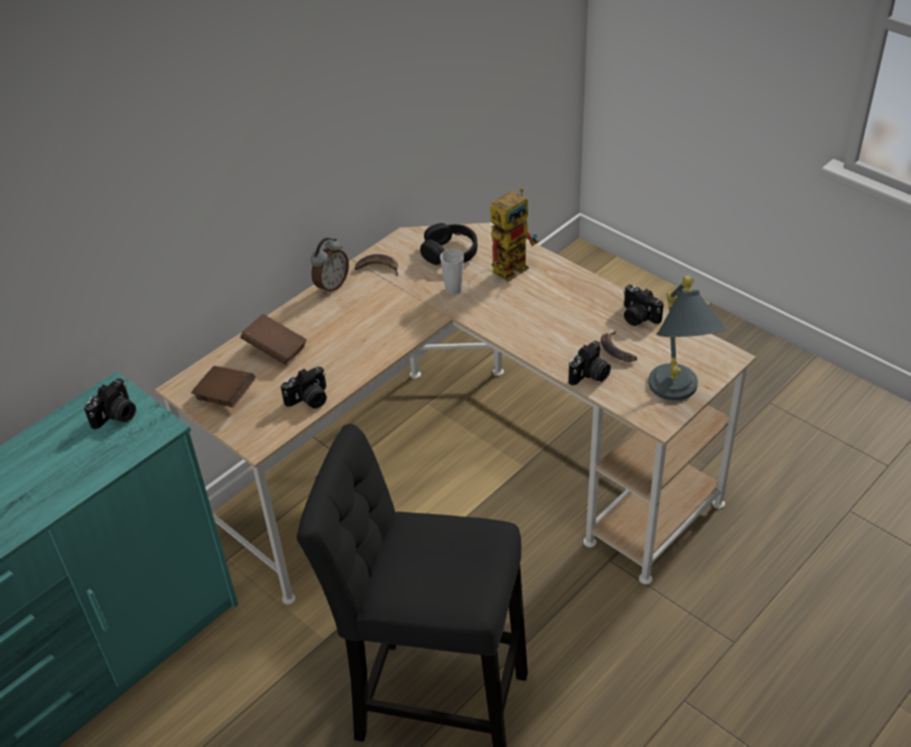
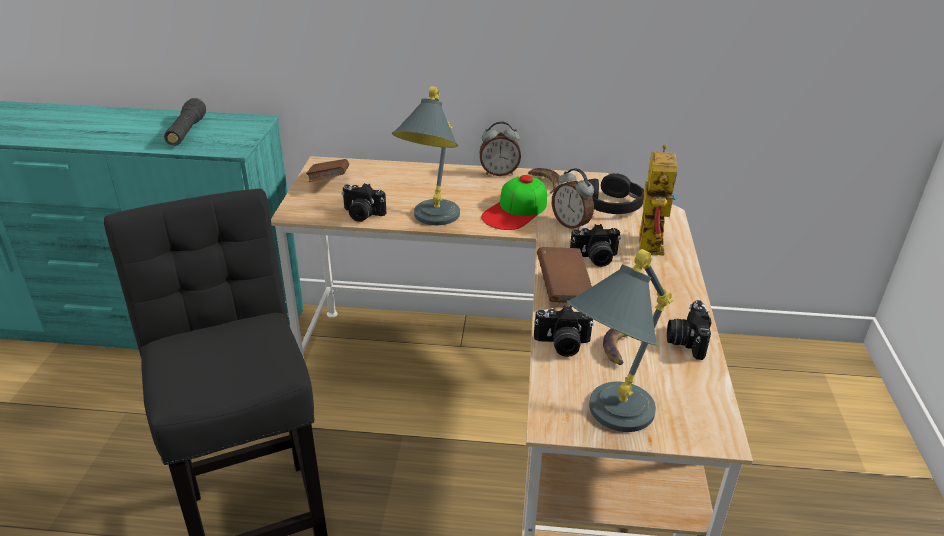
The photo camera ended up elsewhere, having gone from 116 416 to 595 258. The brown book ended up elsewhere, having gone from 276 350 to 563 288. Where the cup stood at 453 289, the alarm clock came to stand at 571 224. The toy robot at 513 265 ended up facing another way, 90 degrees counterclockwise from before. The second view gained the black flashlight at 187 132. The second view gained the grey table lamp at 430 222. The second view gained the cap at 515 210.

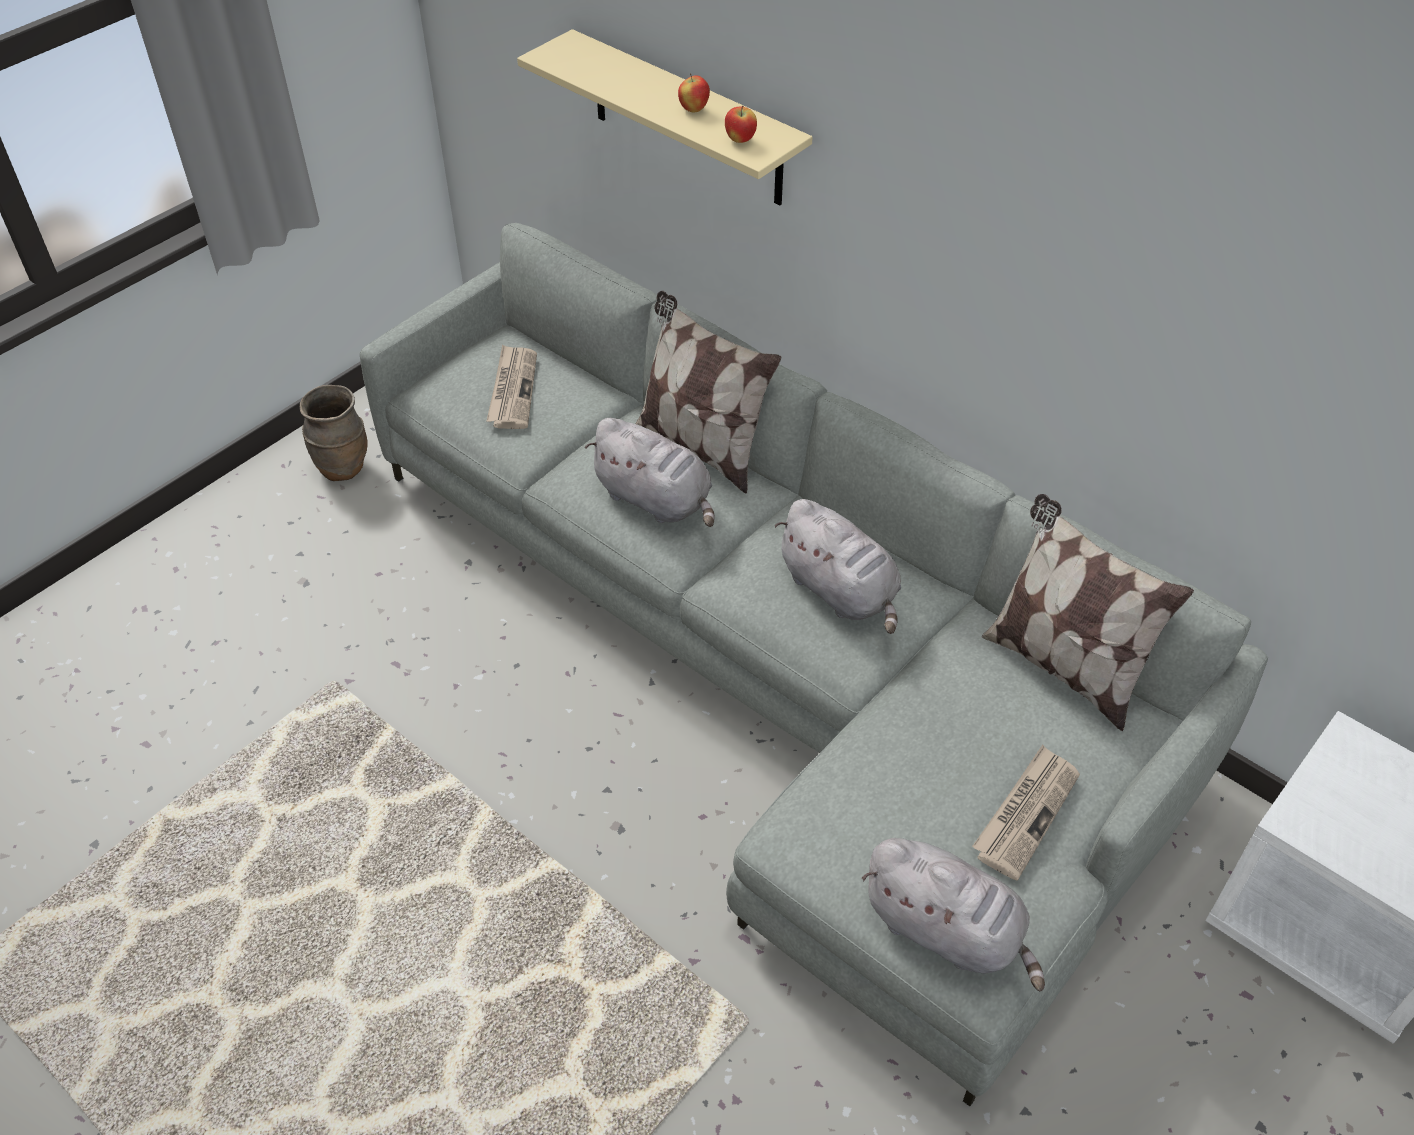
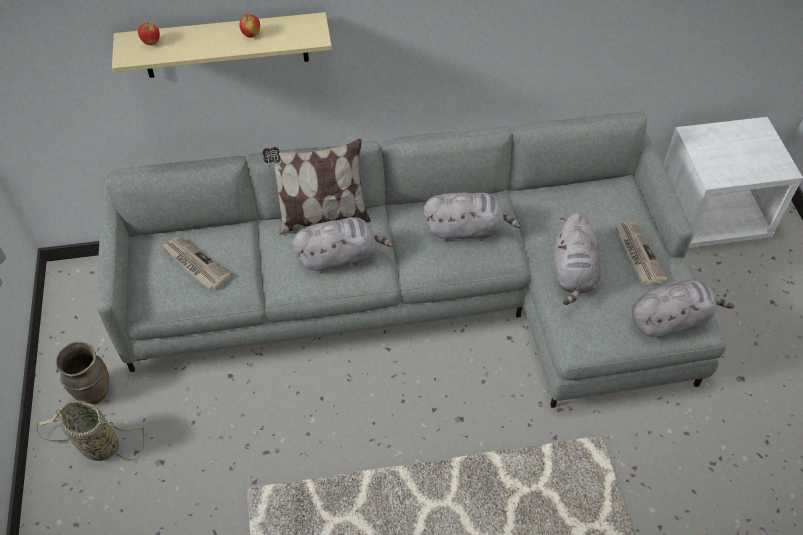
The apple ended up elsewhere, having gone from 740 140 to 151 43. The second view lost the pillow at 1063 666. The second view gained the basket at 96 445. The second view gained the grey plush toy at 573 273.

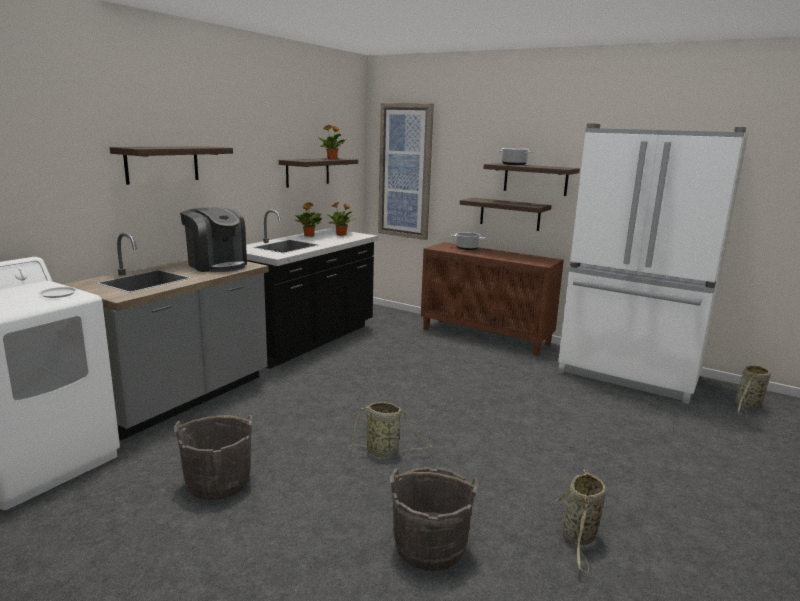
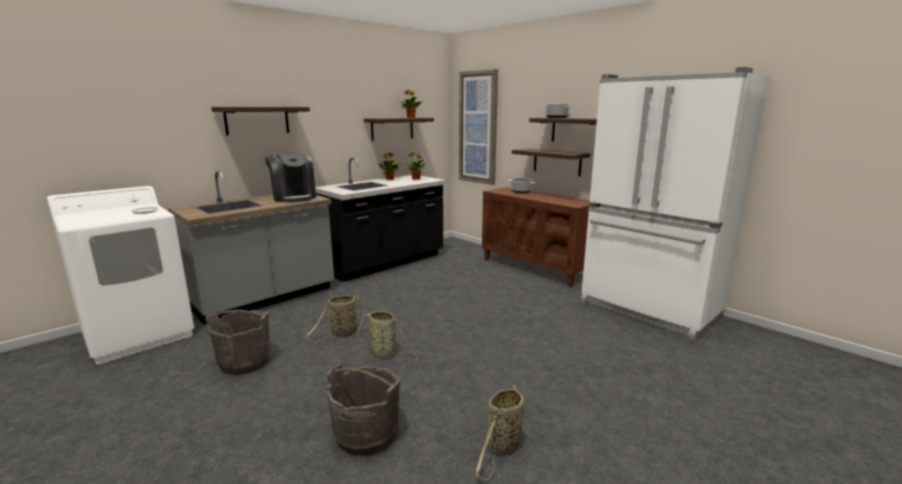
The basket ended up elsewhere, having gone from 747 407 to 342 334.

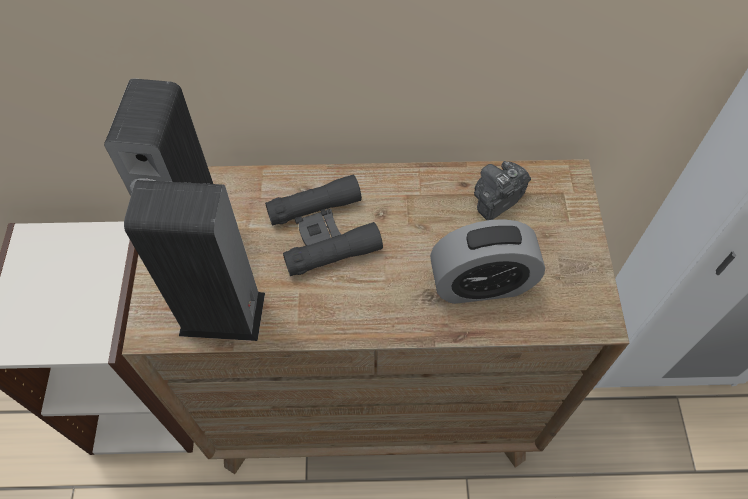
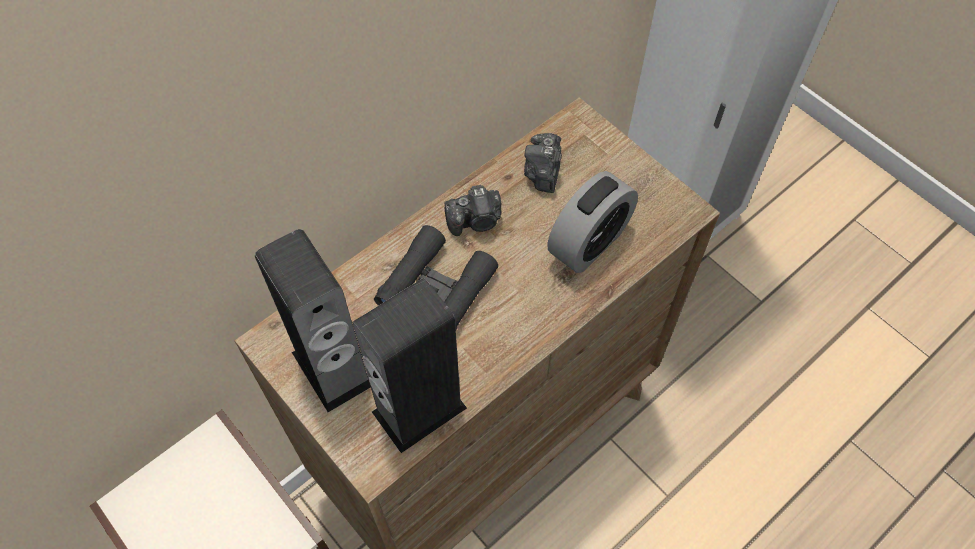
The second view gained the photo camera at 476 221.

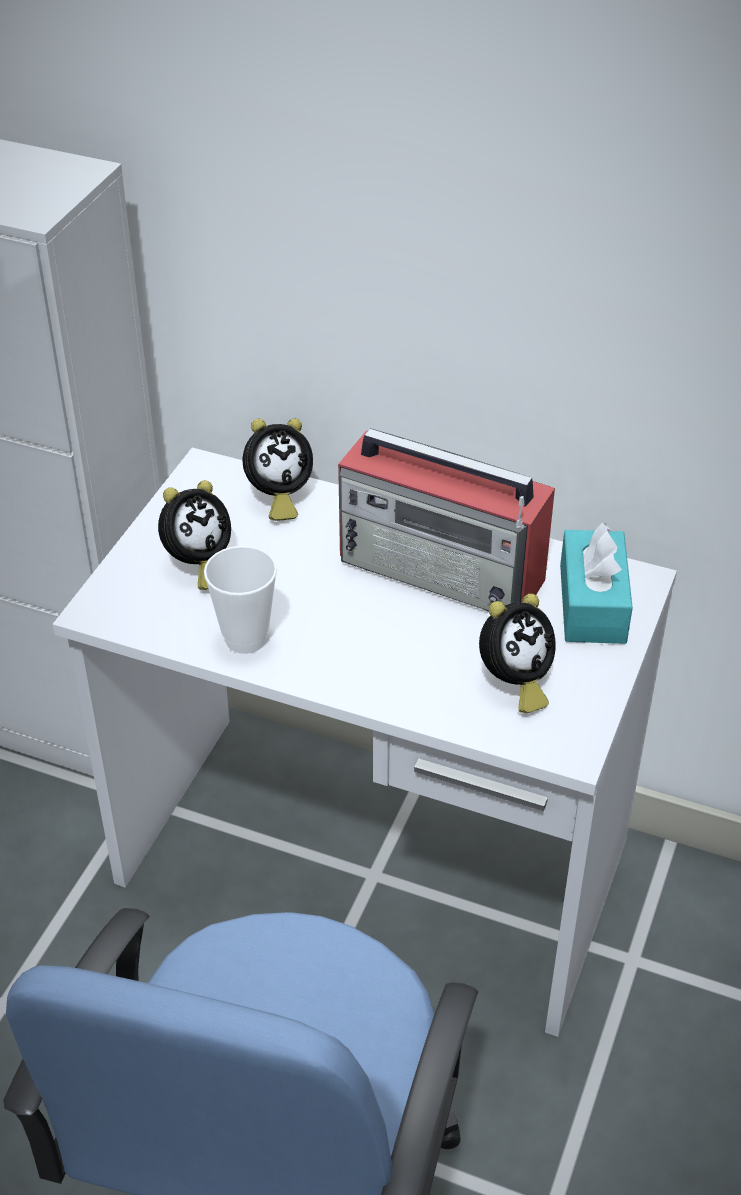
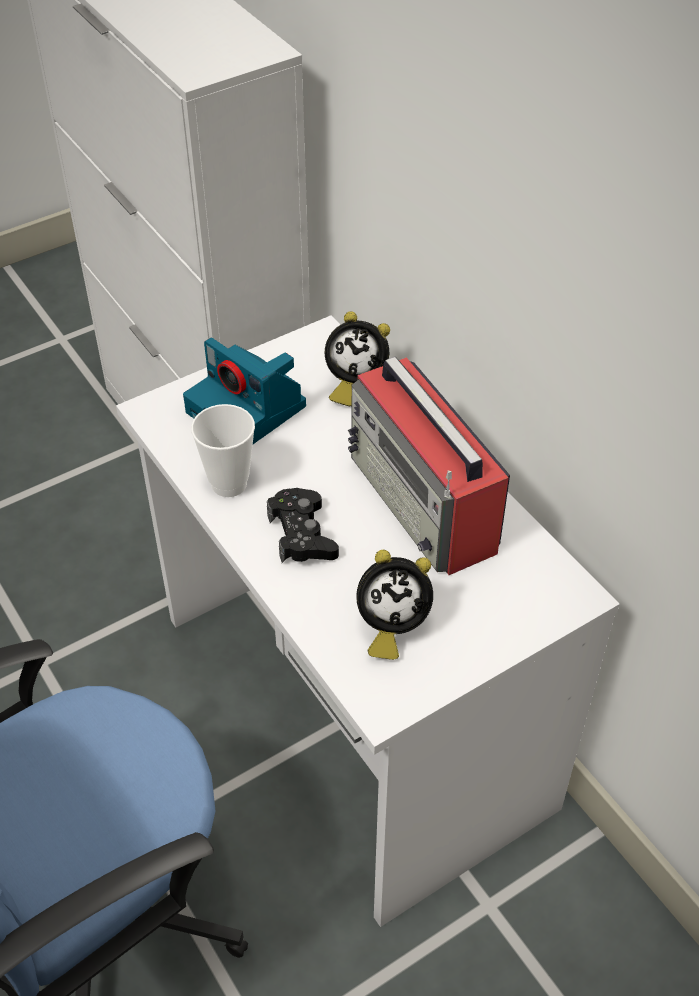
Where the alarm clock stood at 197 566, the photo camera came to stand at 248 410. The second view lost the turquoise tissue box at 592 604. The second view gained the black game controller at 302 534.

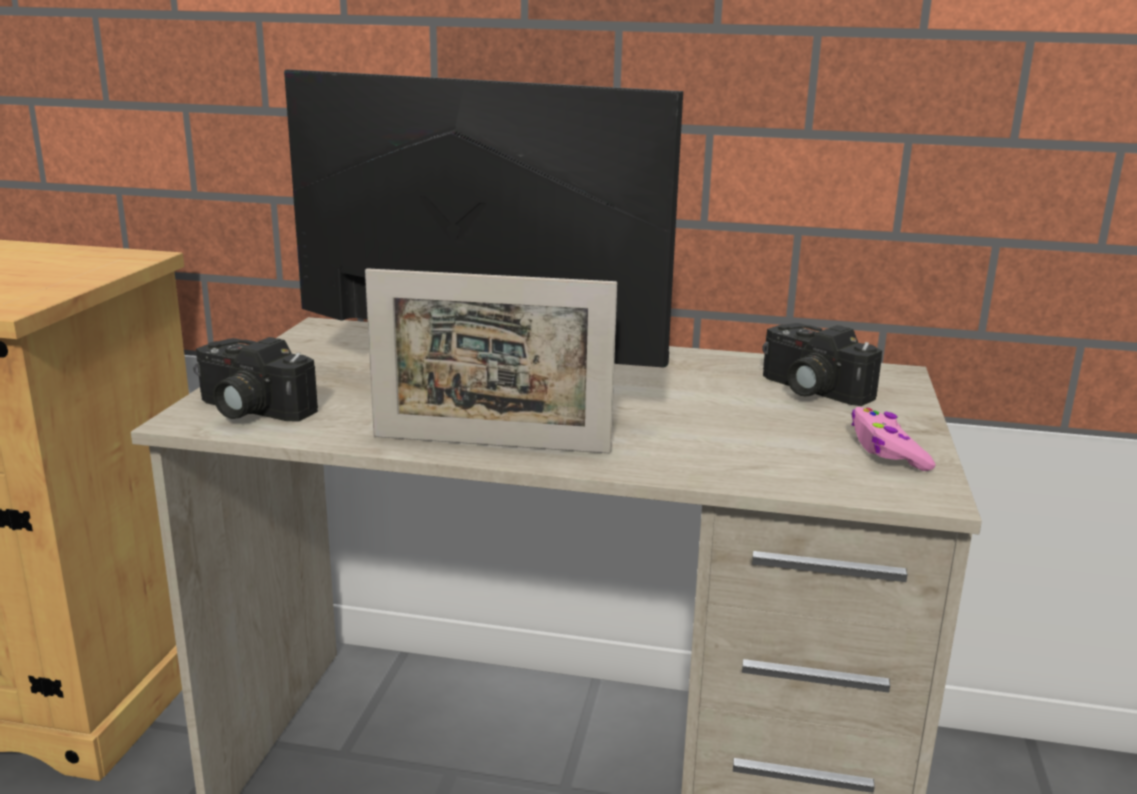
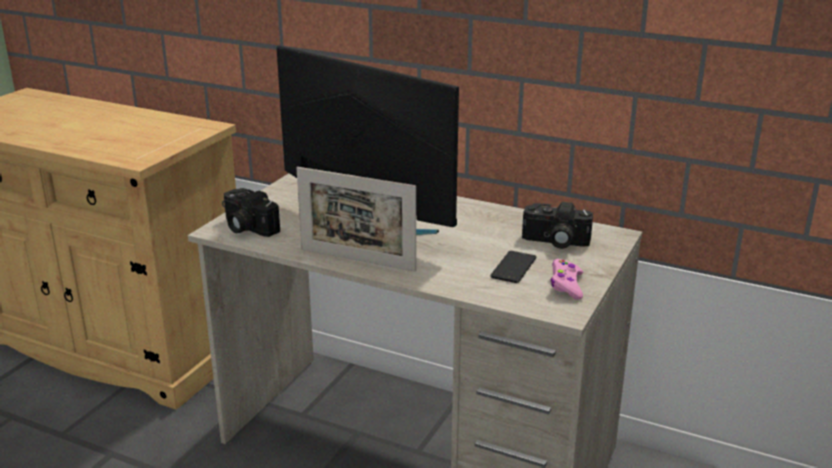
The photo camera at 809 390 ended up facing another way, 45 degrees counterclockwise from before. The second view gained the phone at 513 267.

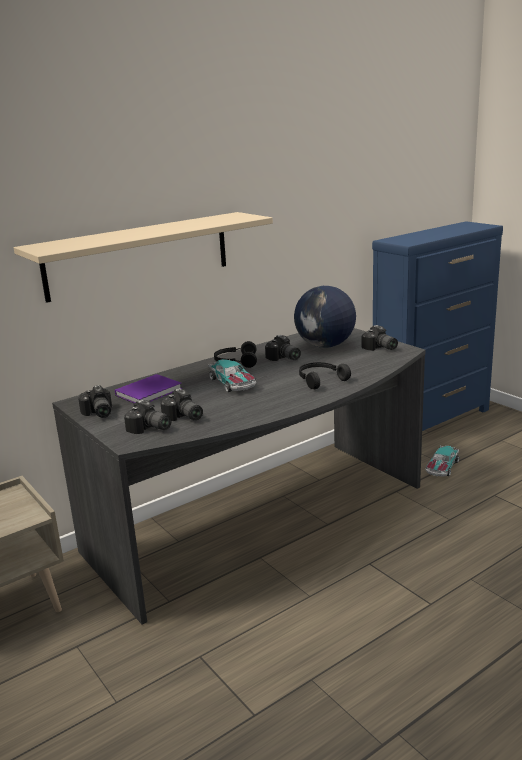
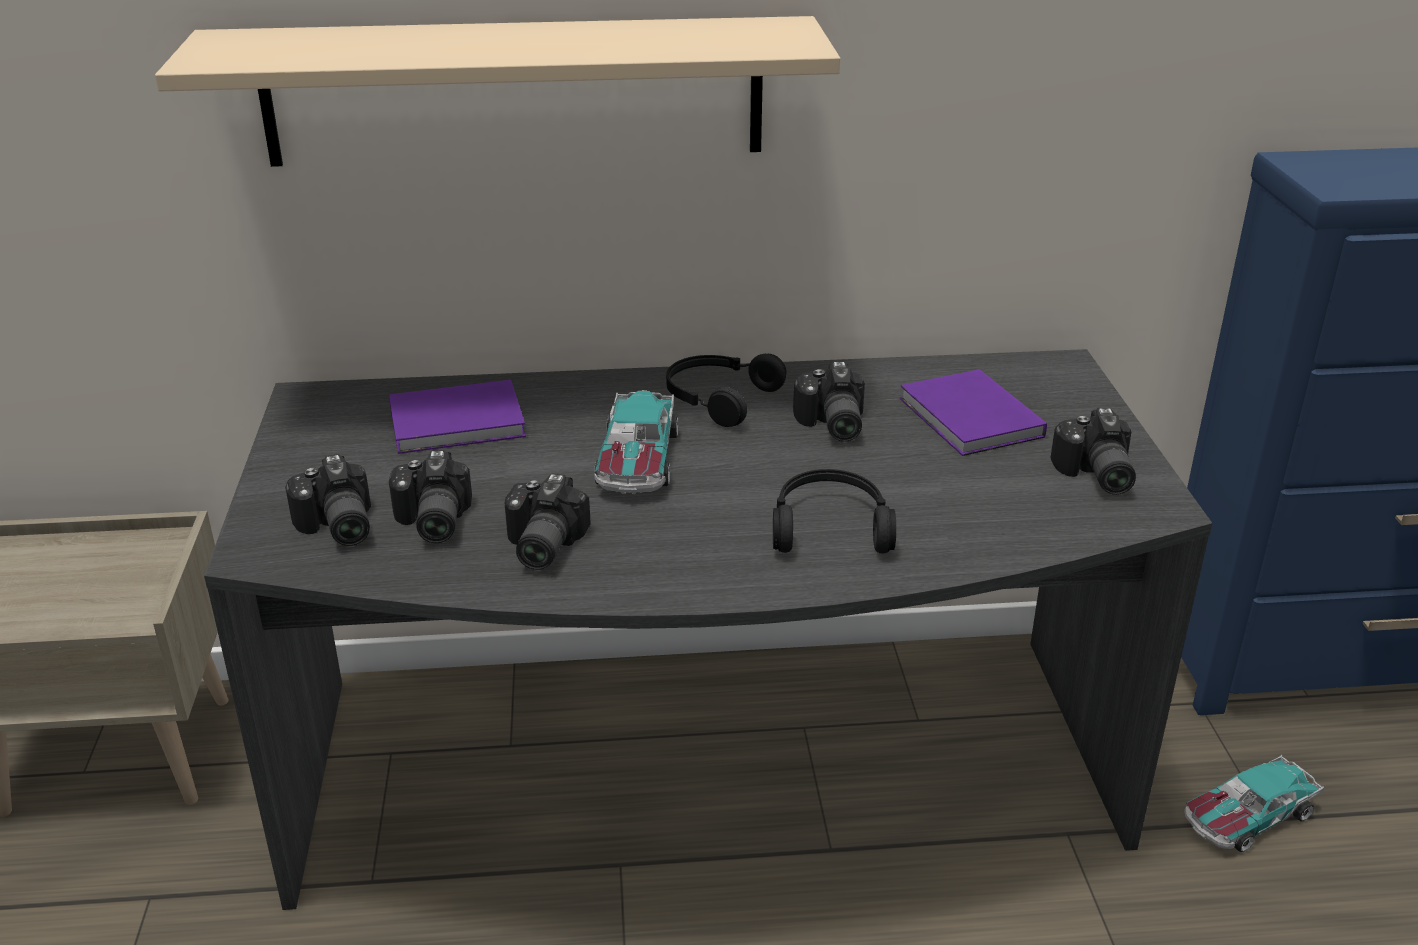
The photo camera ended up elsewhere, having gone from 97 413 to 539 546. Where the globe stood at 325 346, the purple book came to stand at 970 420.

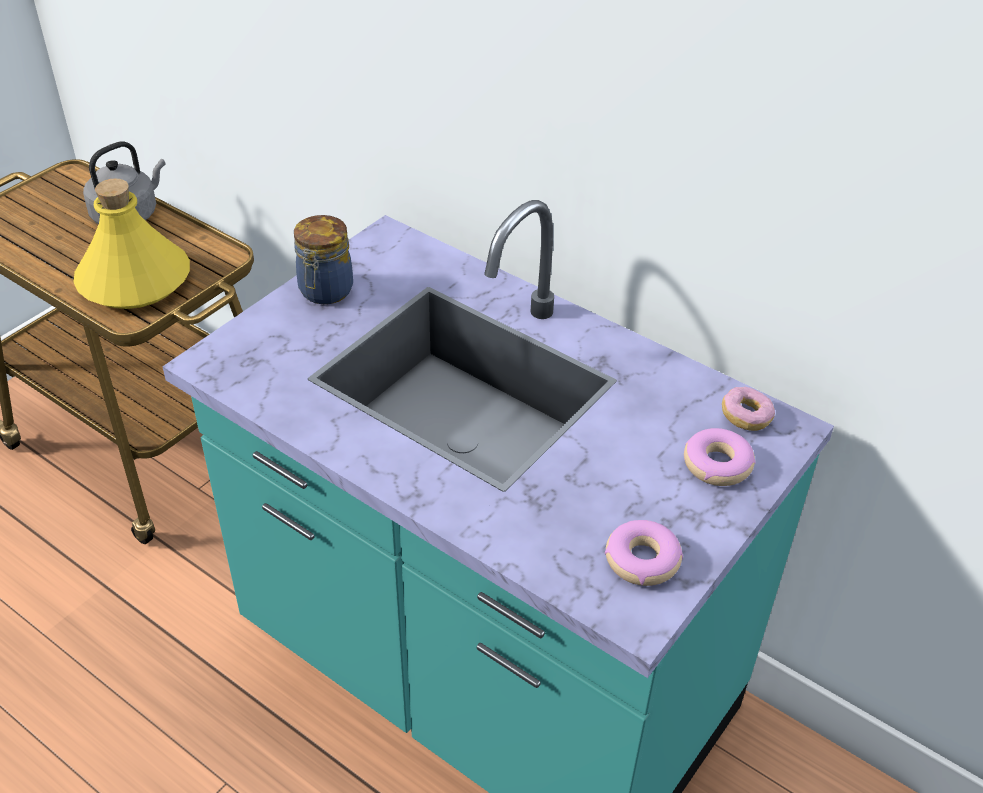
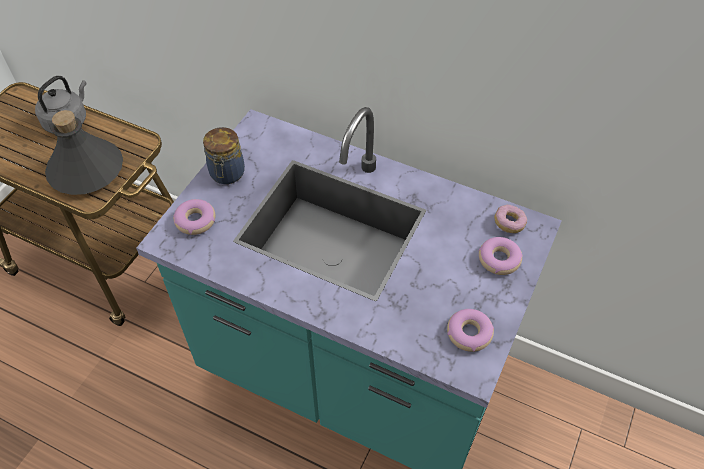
What was the yellow bottle at 135 280 turned into the grey bottle at 86 170. The second view gained the donut at 195 221.

